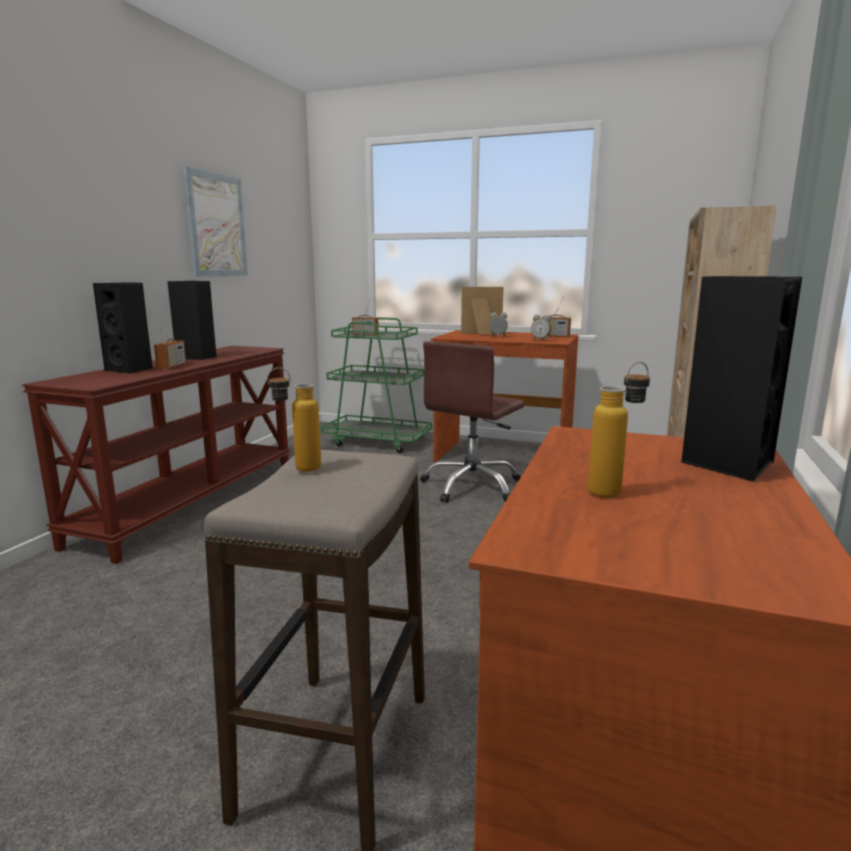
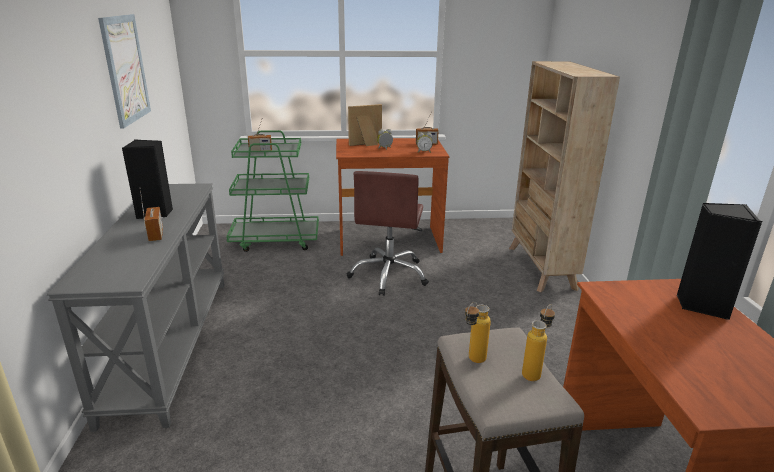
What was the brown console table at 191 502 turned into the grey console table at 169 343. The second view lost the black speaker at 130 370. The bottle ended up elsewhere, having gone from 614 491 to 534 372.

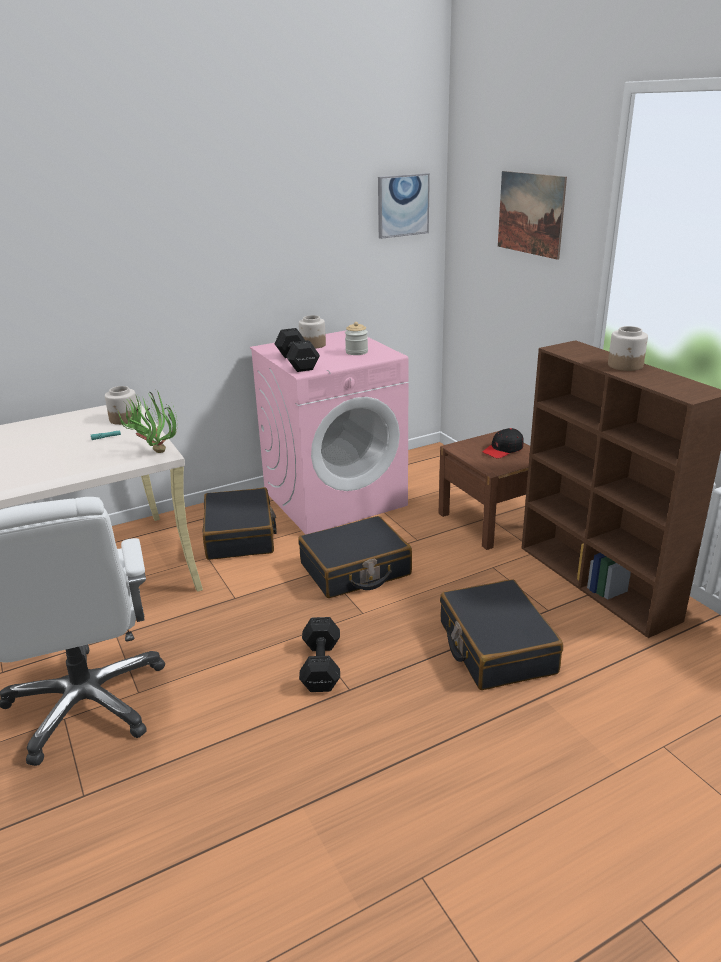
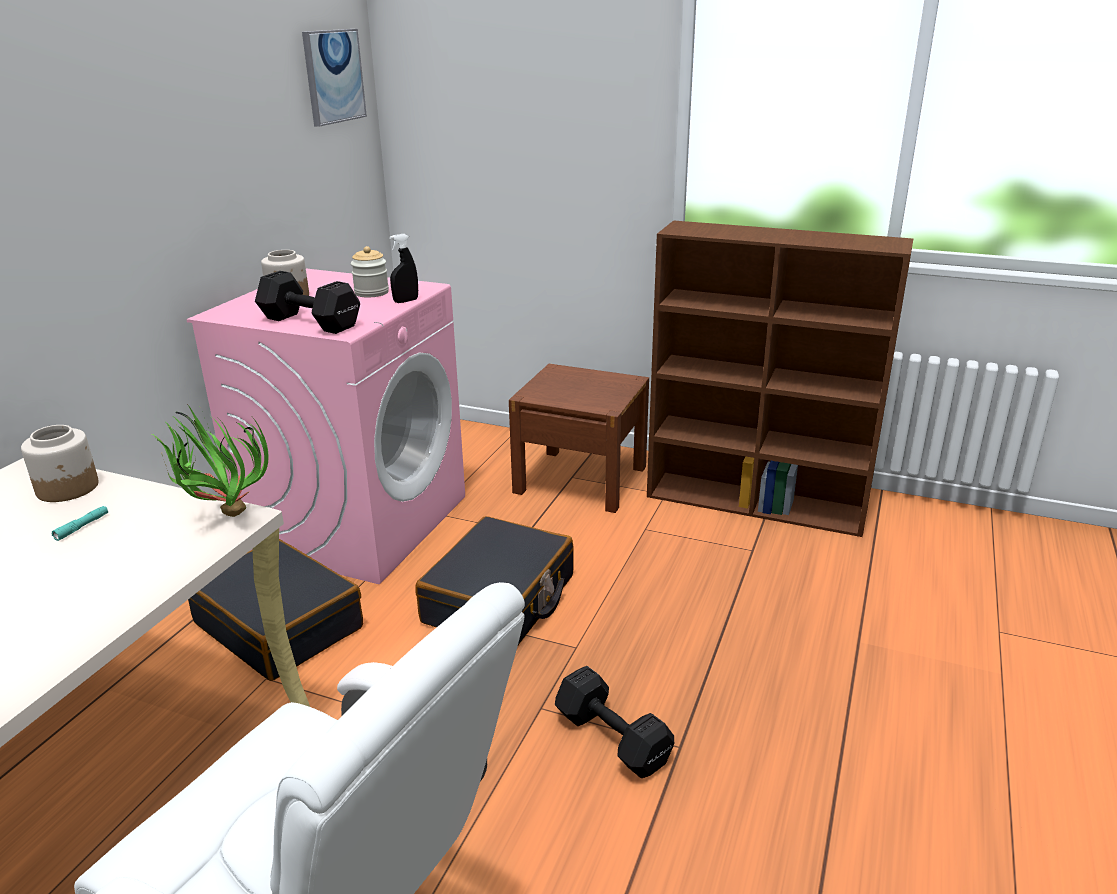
The second view lost the black suitcase at 495 647. The second view lost the black cap at 503 450. The second view lost the picture at 530 214. The second view lost the jar at 625 365. The second view gained the black spray bottle at 406 301.

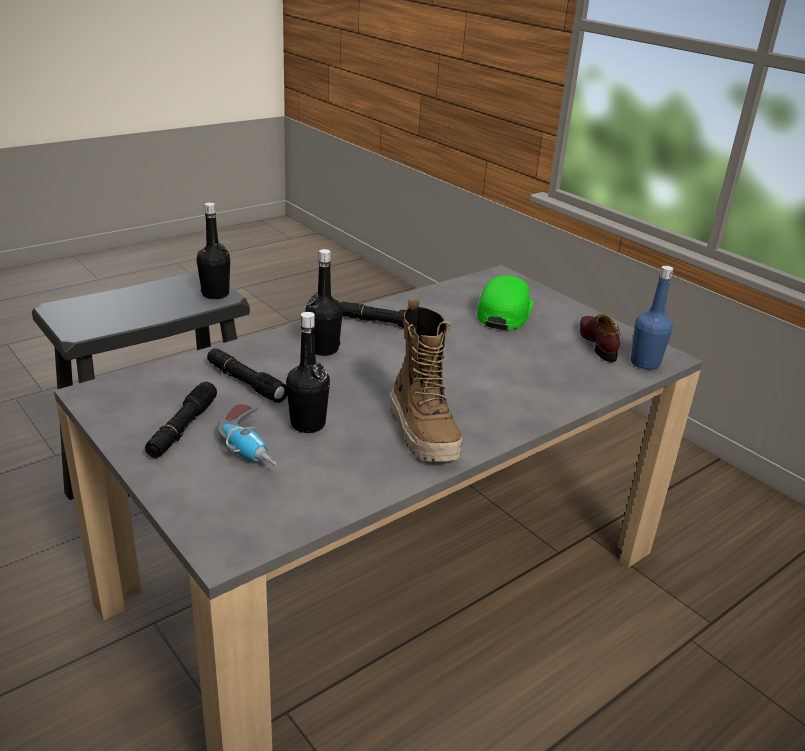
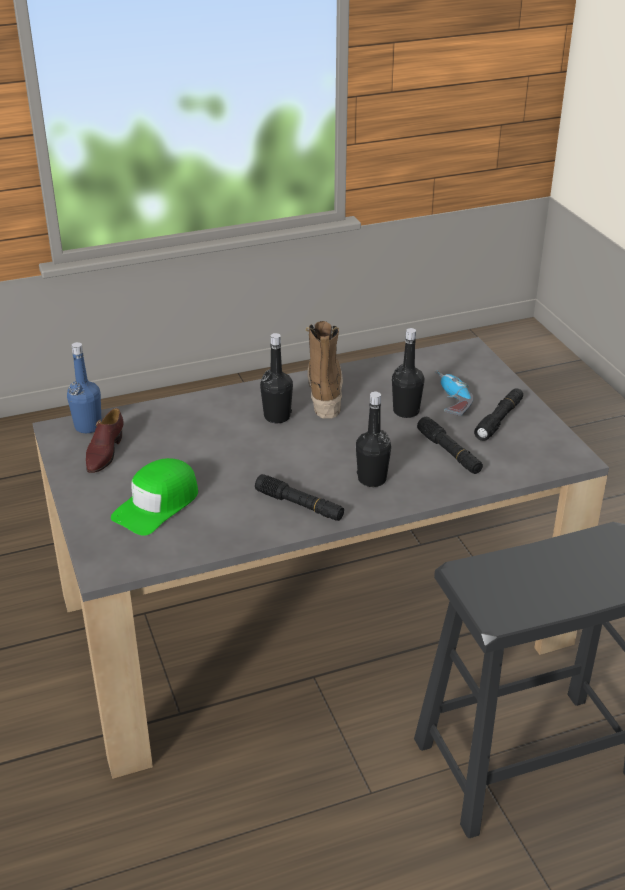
The black bottle ended up elsewhere, having gone from 215 294 to 277 416.

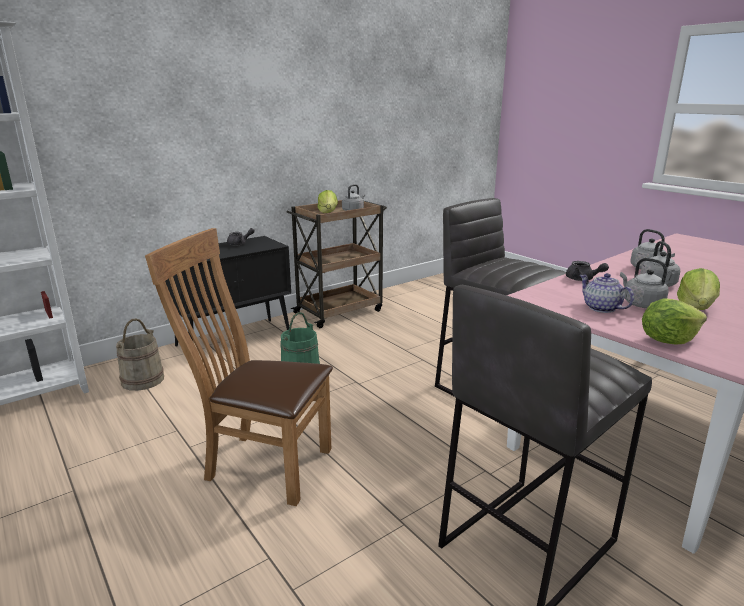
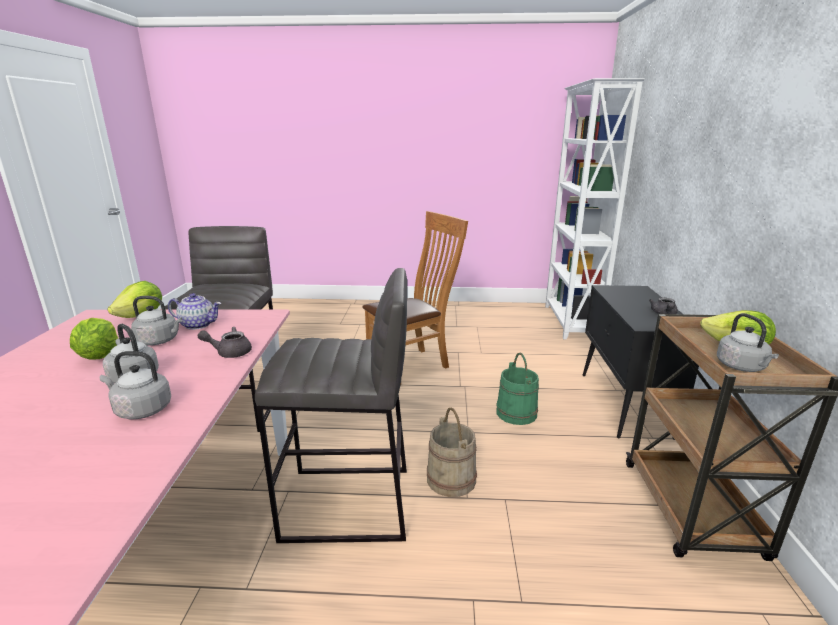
The beige bucket ended up elsewhere, having gone from 142 380 to 451 479.

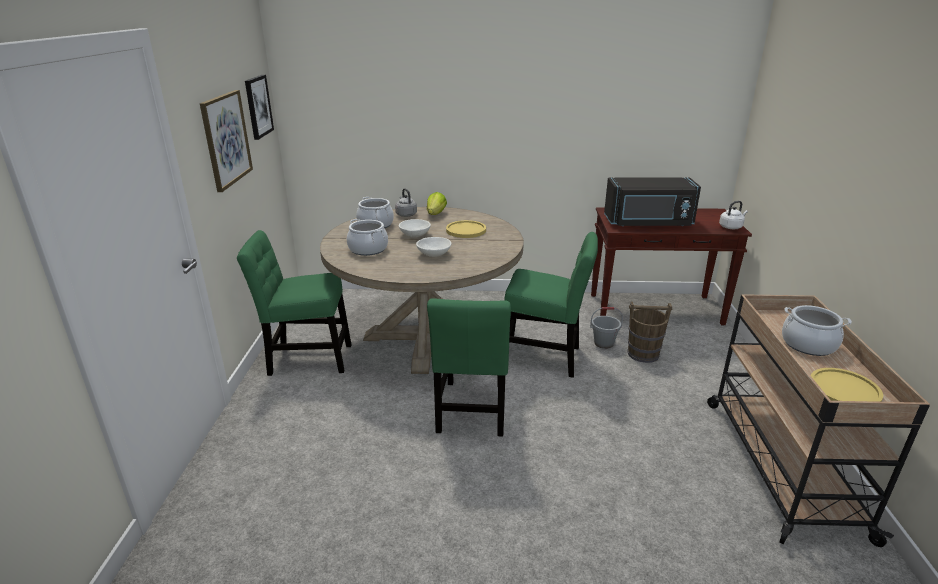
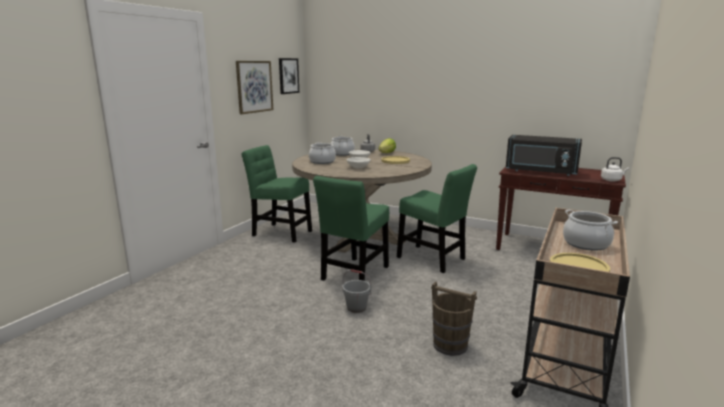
The grey bucket ended up elsewhere, having gone from 604 343 to 357 307. The brown bucket ended up elsewhere, having gone from 642 354 to 449 345.

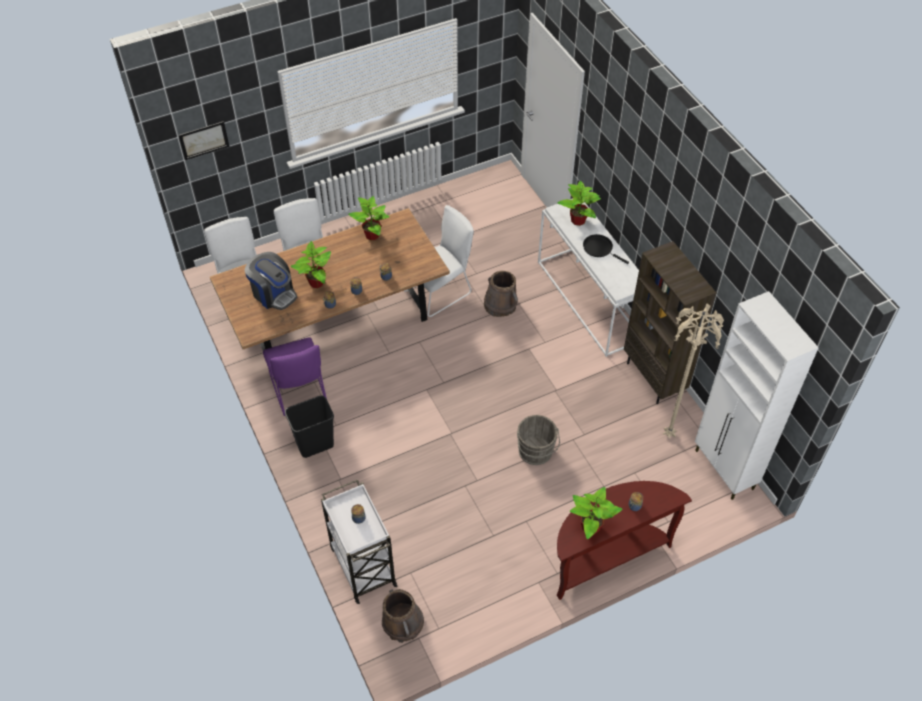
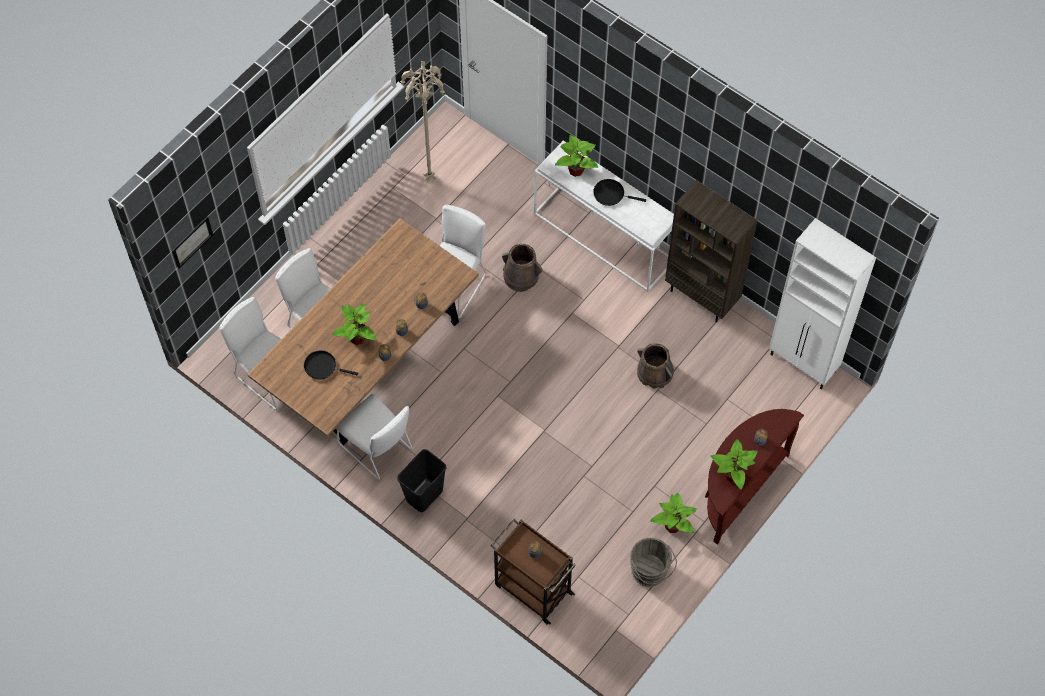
Where the coffee machine stood at 273 293, the black frying pan came to stand at 323 367. What was the purple chair at 299 392 turned into the white chair at 378 448. What was the white cart at 362 565 turned into the brown cart at 532 588. The potted plant ended up elsewhere, having gone from 372 235 to 673 526. The brown bucket ended up elsewhere, having gone from 402 622 to 654 372. The grey bucket ended up elsewhere, having gone from 535 453 to 650 572. The beige floor lamp ended up elsewhere, having gone from 670 435 to 431 179.

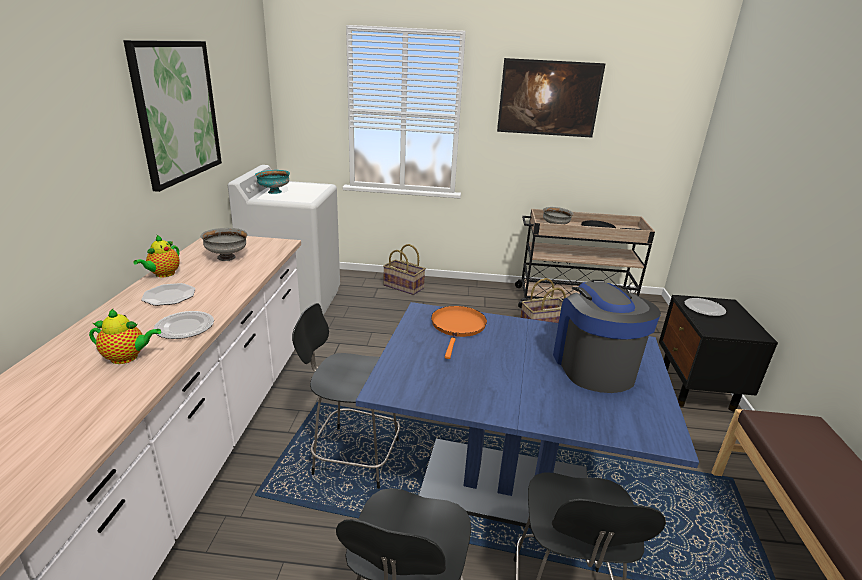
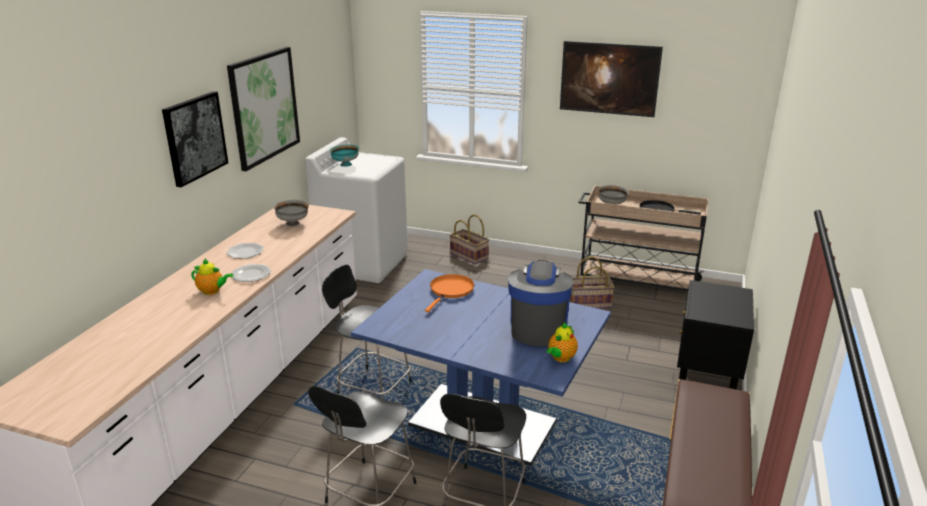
The teapot ended up elsewhere, having gone from 163 274 to 560 358. The second view lost the plate at 703 308. The second view gained the picture at 195 138.

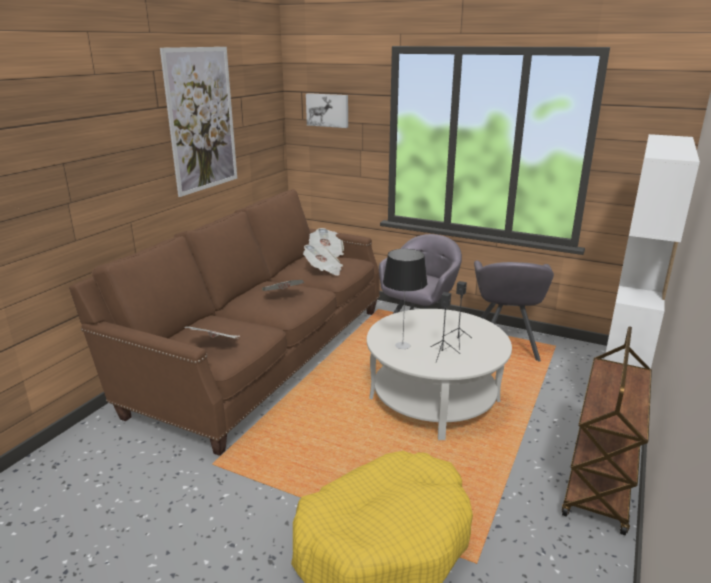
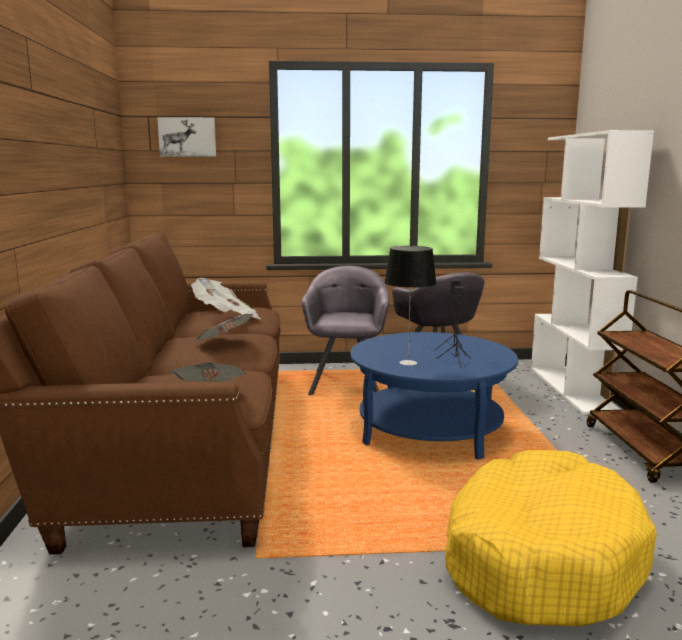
The second view lost the picture at 202 120. What was the white coffee table at 434 399 turned into the blue coffee table at 429 429.

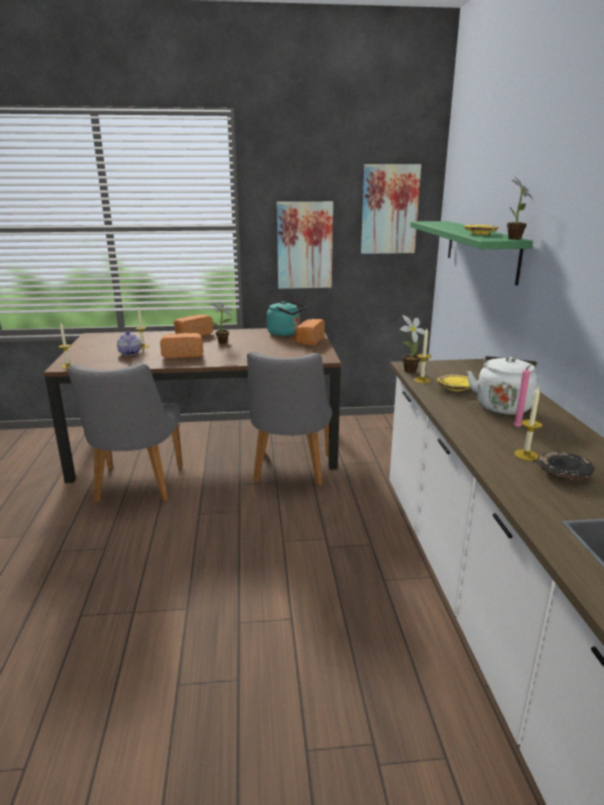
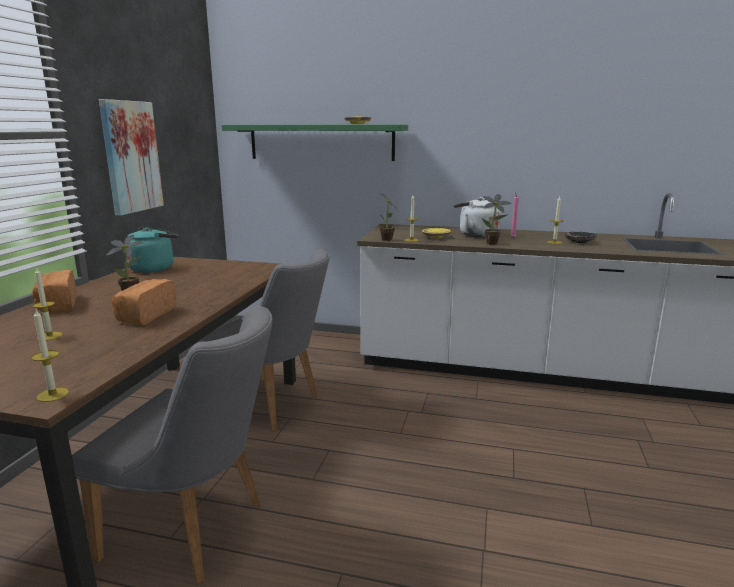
The second view lost the teapot at 129 353. The second view lost the bread at 309 341. The second view lost the picture at 389 209. The potted plant ended up elsewhere, having gone from 514 239 to 493 243.

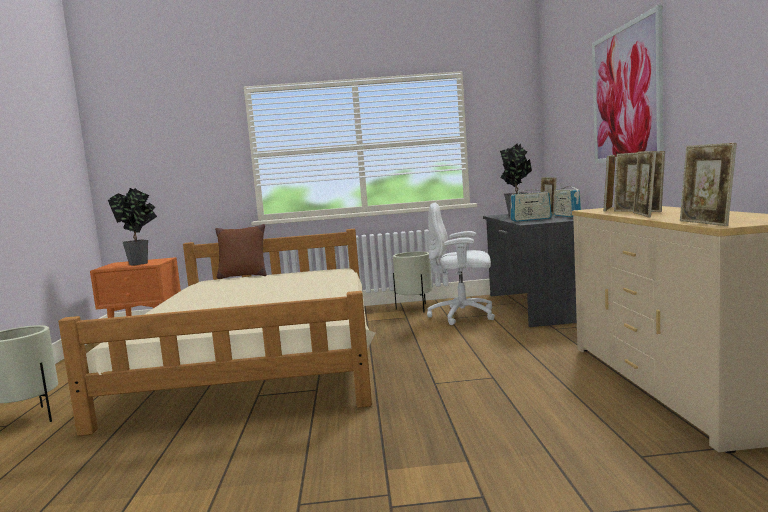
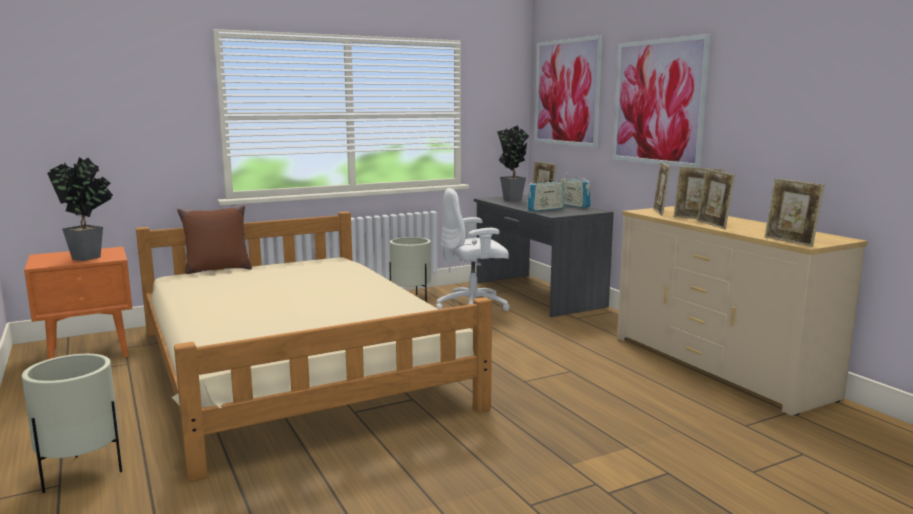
The second view gained the picture at 566 92.

